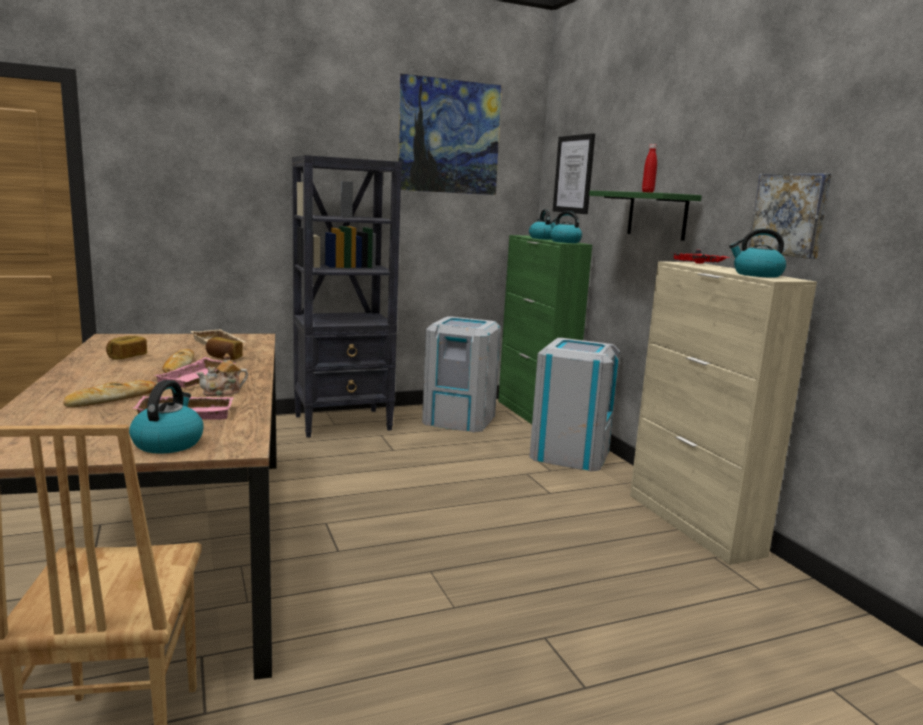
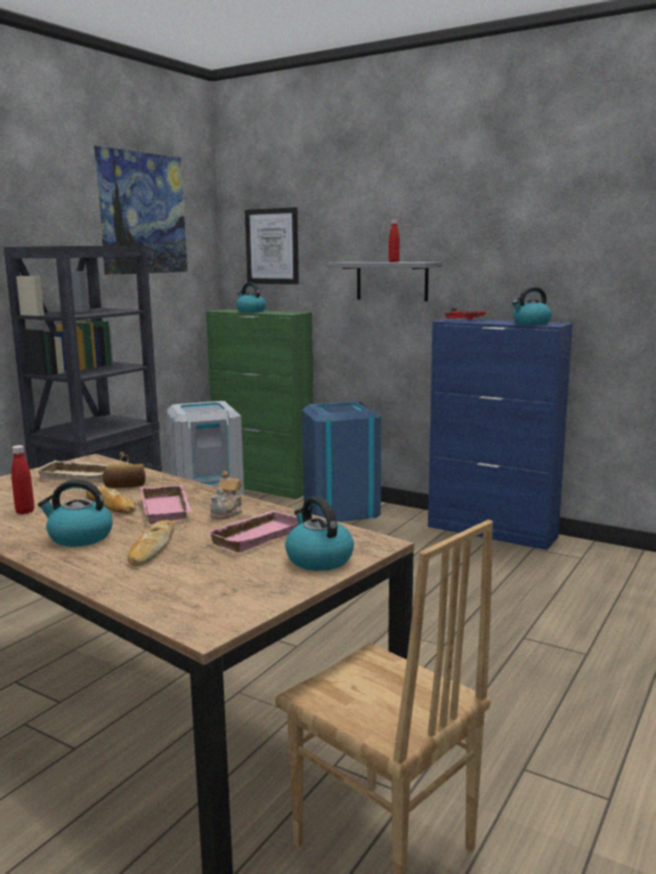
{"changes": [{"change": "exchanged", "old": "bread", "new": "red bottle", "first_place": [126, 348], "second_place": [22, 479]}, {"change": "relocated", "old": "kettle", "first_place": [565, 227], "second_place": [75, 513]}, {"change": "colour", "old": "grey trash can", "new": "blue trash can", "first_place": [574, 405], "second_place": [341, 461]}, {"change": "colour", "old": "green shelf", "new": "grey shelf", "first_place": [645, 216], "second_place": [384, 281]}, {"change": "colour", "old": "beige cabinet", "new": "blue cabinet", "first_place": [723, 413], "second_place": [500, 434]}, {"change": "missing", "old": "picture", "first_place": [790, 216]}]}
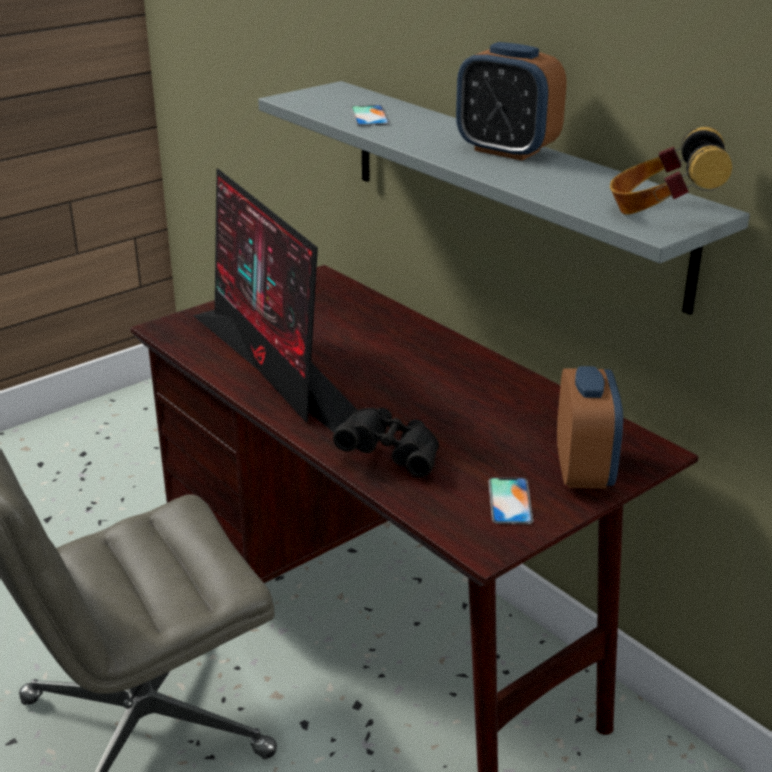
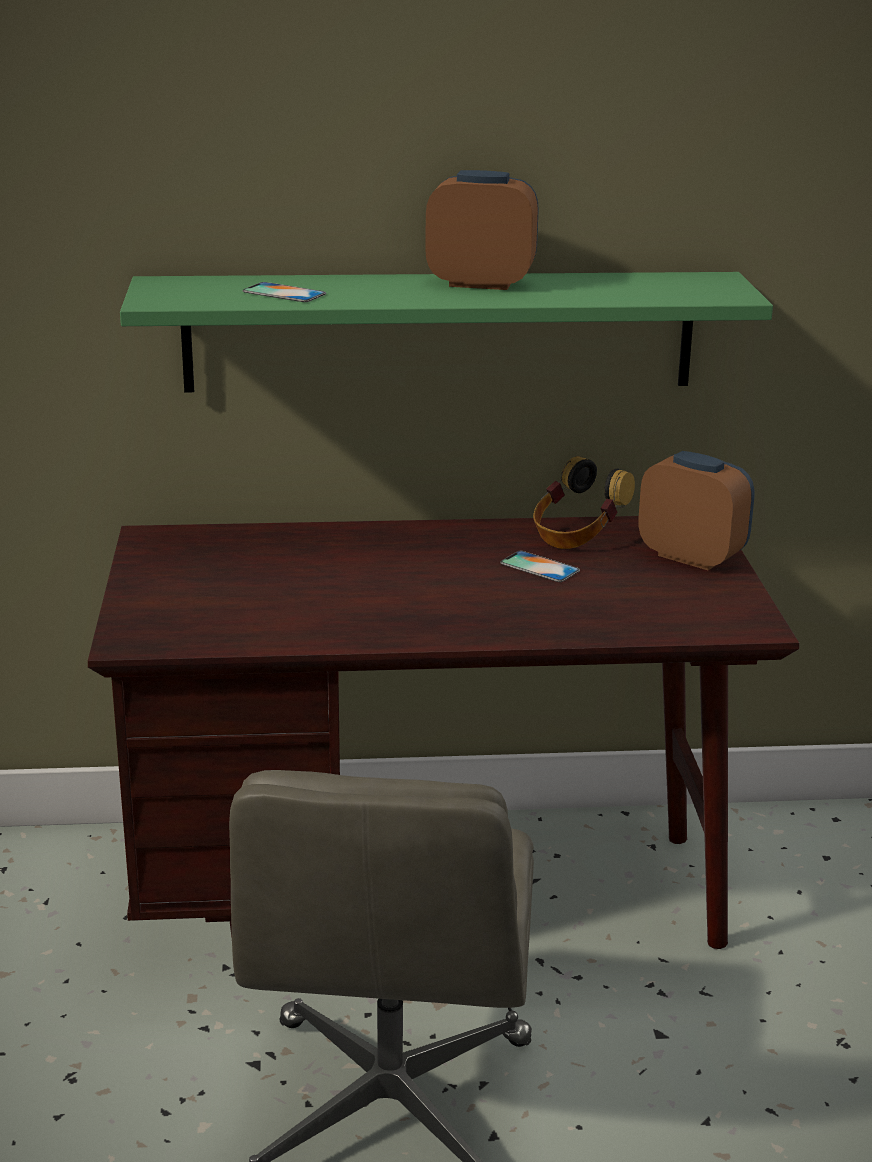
{"changes": [{"change": "colour", "old": "grey shelf", "new": "green shelf", "first_place": [504, 198], "second_place": [446, 332]}, {"change": "spun", "old": "alarm clock", "first_place": [511, 101], "second_place": [482, 230], "degrees": -150}, {"change": "relocated", "old": "phone", "first_place": [510, 500], "second_place": [540, 566]}, {"change": "relocated", "old": "headphones", "first_place": [671, 170], "second_place": [584, 502]}, {"change": "missing", "old": "monitor", "first_place": [275, 301]}, {"change": "missing", "old": "black binoculars", "first_place": [386, 442]}]}
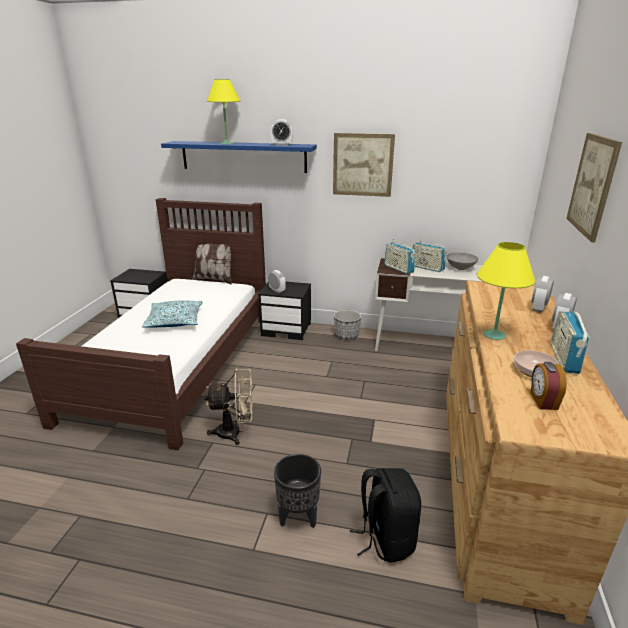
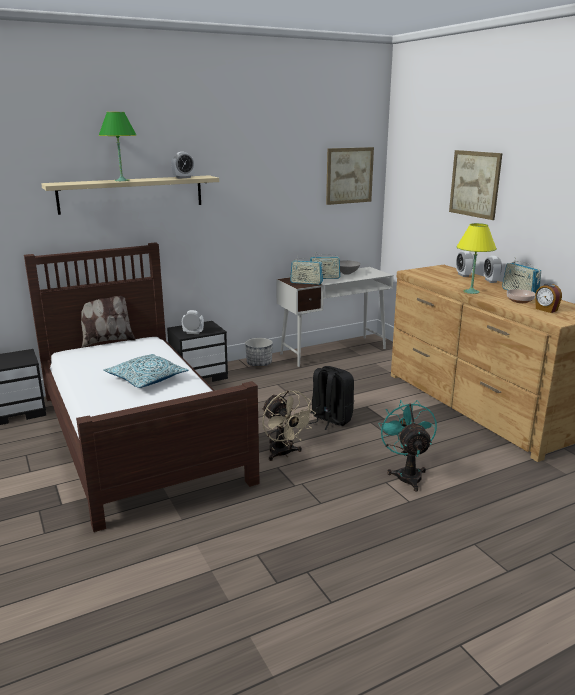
{"changes": [{"change": "colour", "old": "blue shelf", "new": "beige shelf", "first_place": [239, 157], "second_place": [130, 195]}, {"change": "colour", "old": "yellow table lamp", "new": "green table lamp", "first_place": [224, 111], "second_place": [117, 146]}, {"change": "spun", "old": "beige fan", "first_place": [228, 406], "second_place": [289, 426], "degrees": 105}, {"change": "relocated", "old": "black backpack", "first_place": [385, 515], "second_place": [331, 398]}, {"change": "relocated", "old": "picture", "first_place": [364, 165], "second_place": [350, 176]}, {"change": "exchanged", "old": "black planter", "new": "turquoise fan", "first_place": [297, 491], "second_place": [408, 446]}]}
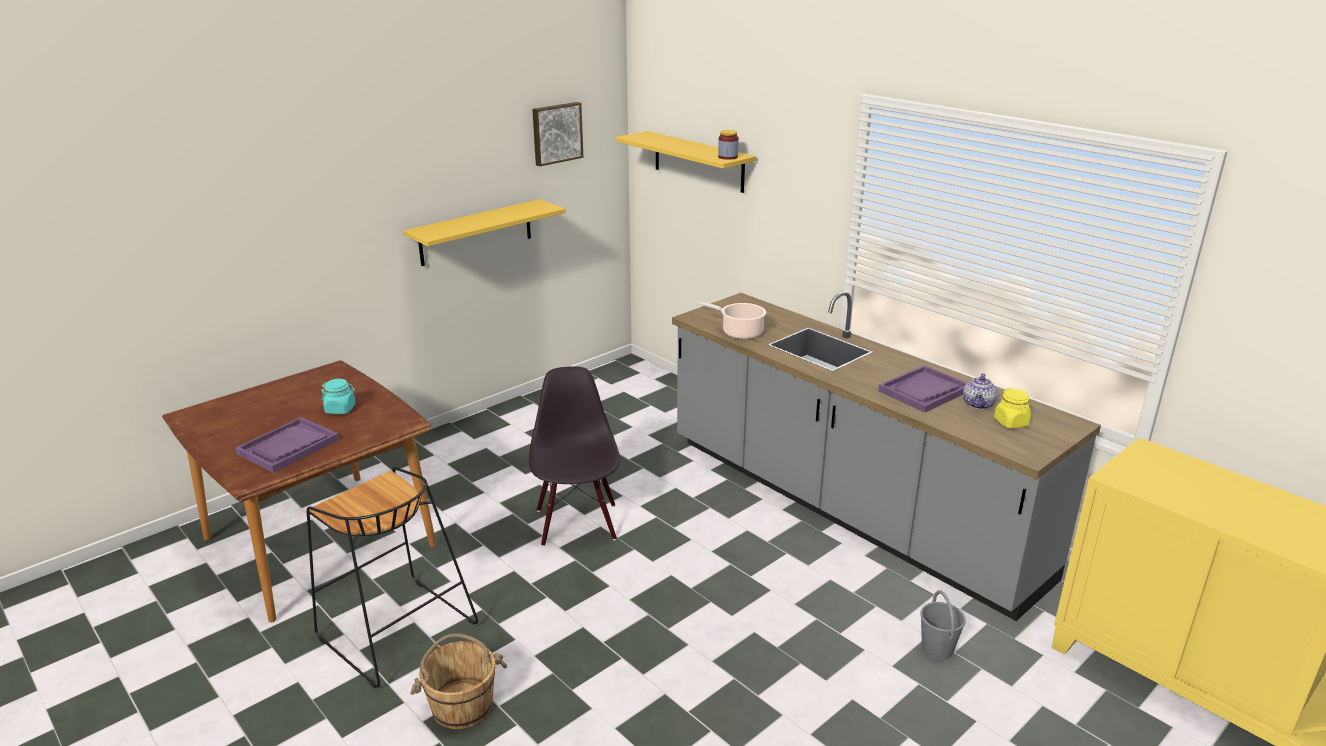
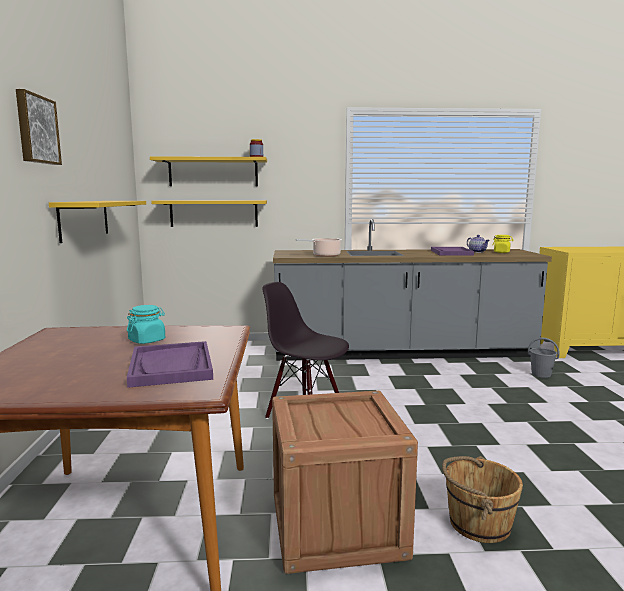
{"changes": [{"change": "relocated", "old": "picture", "first_place": [557, 134], "second_place": [39, 127]}, {"change": "appeared", "new": "yellow shelf", "second_place": [209, 213]}, {"change": "exchanged", "old": "black stool", "new": "crate", "first_place": [392, 577], "second_place": [345, 482]}]}
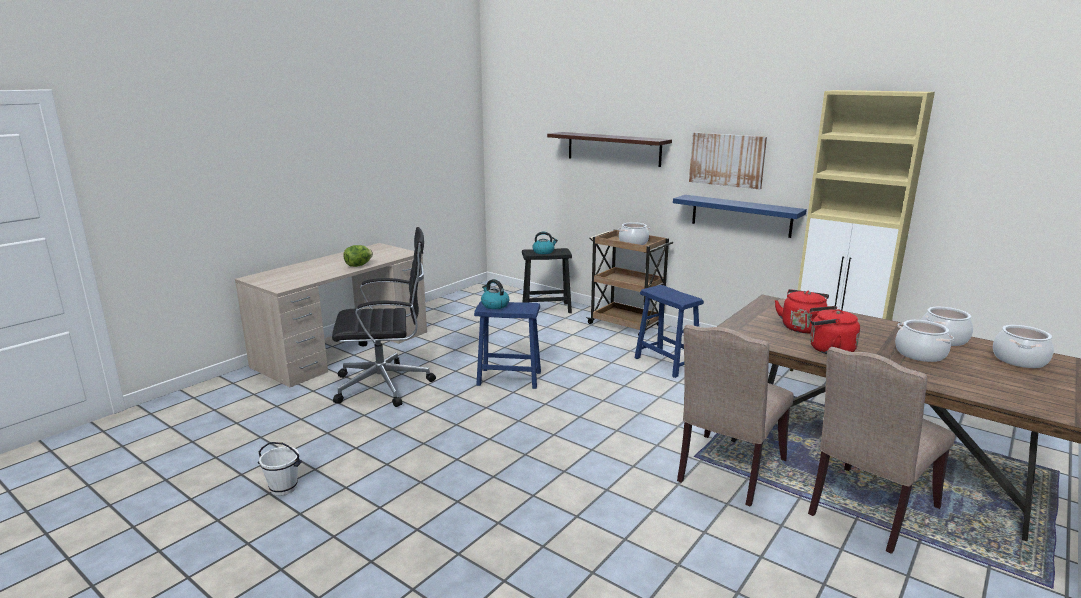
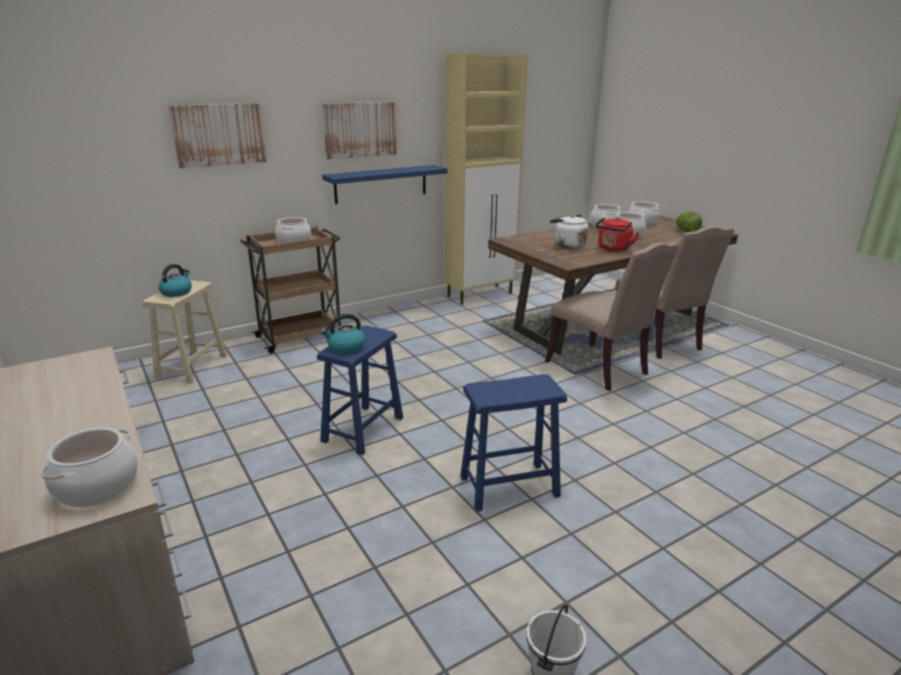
{"changes": [{"change": "appeared", "new": "cooking pot", "second_place": [89, 467]}, {"change": "colour", "old": "black stool", "new": "beige stool", "first_place": [547, 280], "second_place": [184, 332]}, {"change": "exchanged", "old": "shelf", "new": "picture", "first_place": [609, 149], "second_place": [218, 135]}, {"change": "relocated", "old": "blue stool", "first_place": [669, 331], "second_place": [513, 443]}, {"change": "colour", "old": "red kettle", "new": "white kettle", "first_place": [802, 311], "second_place": [569, 232]}, {"change": "relocated", "old": "lettuce", "first_place": [358, 256], "second_place": [688, 221]}, {"change": "missing", "old": "black office chair", "first_place": [384, 317]}]}
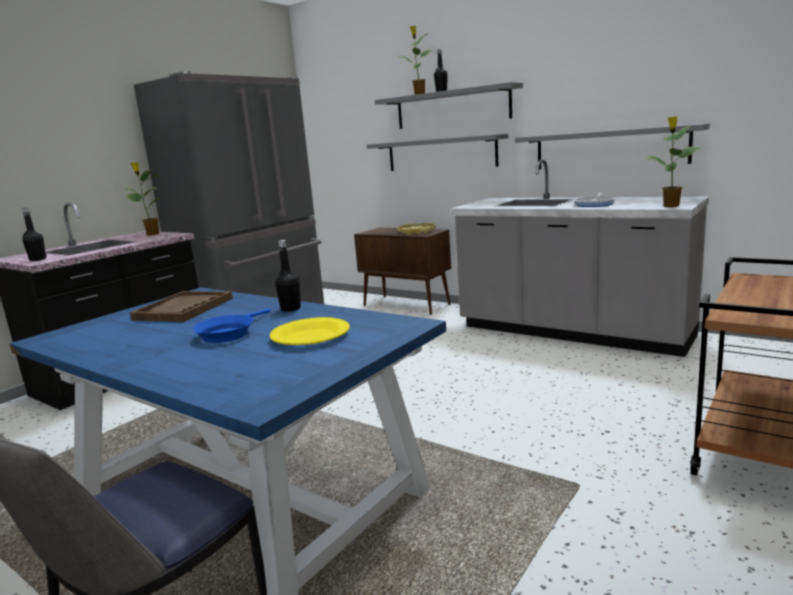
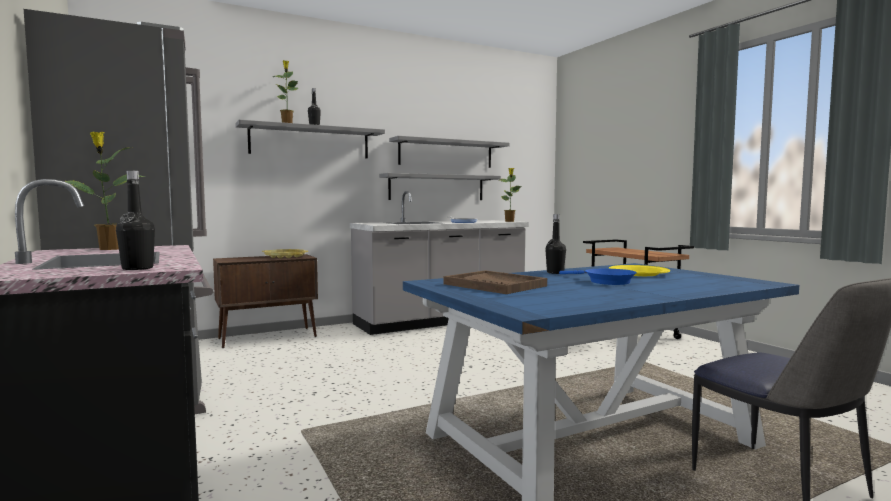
{"changes": [{"change": "relocated", "old": "grey shelf", "first_place": [437, 152], "second_place": [449, 152]}]}
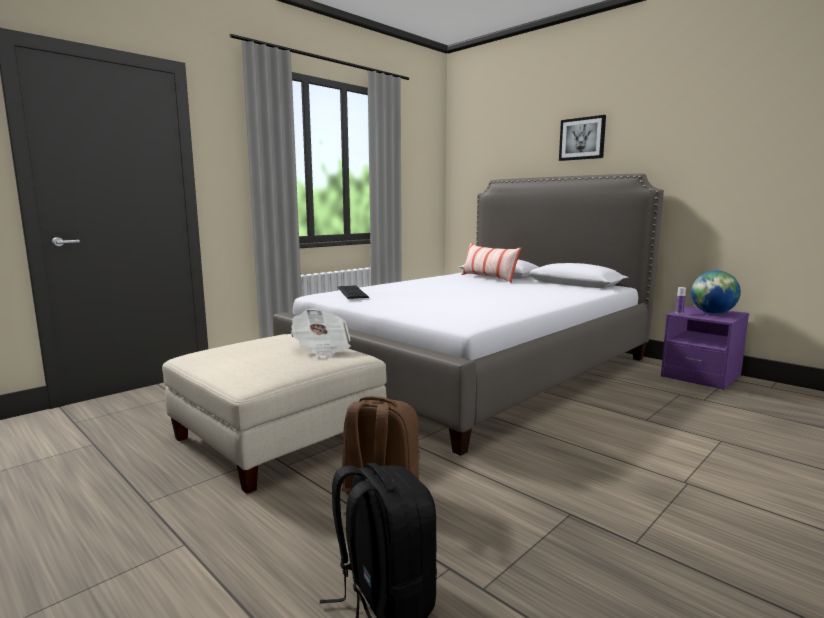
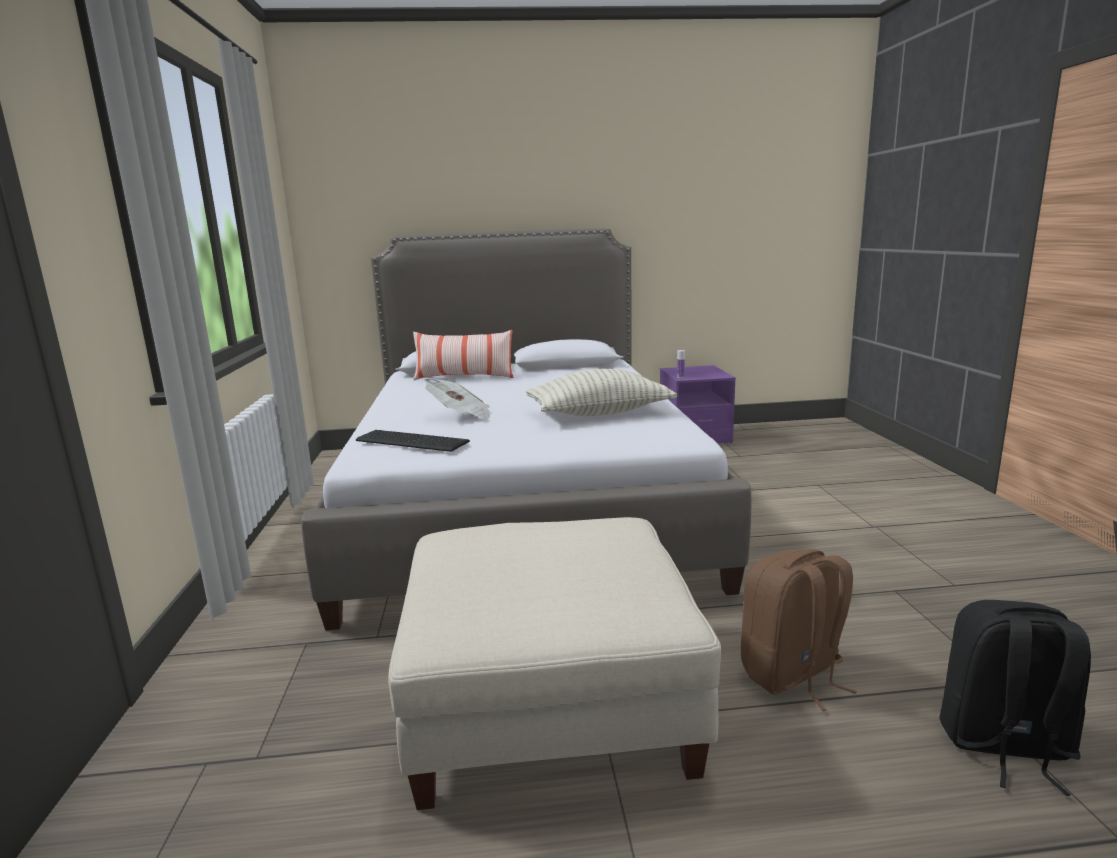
{"changes": [{"change": "relocated", "old": "newspaper", "first_place": [321, 333], "second_place": [457, 398]}, {"change": "appeared", "new": "pillow", "second_place": [601, 392]}, {"change": "missing", "old": "picture", "first_place": [582, 138]}, {"change": "missing", "old": "globe", "first_place": [716, 292]}]}
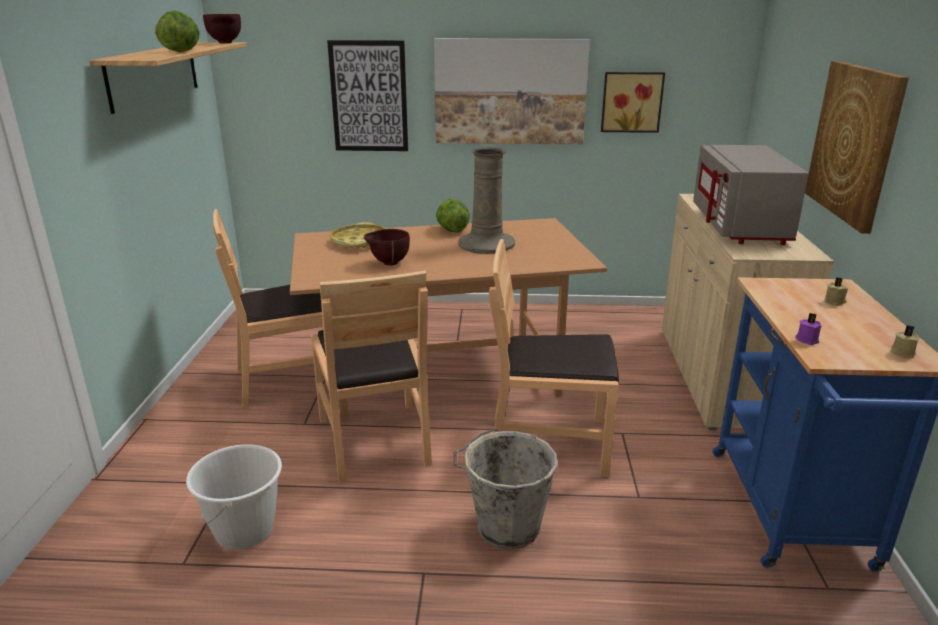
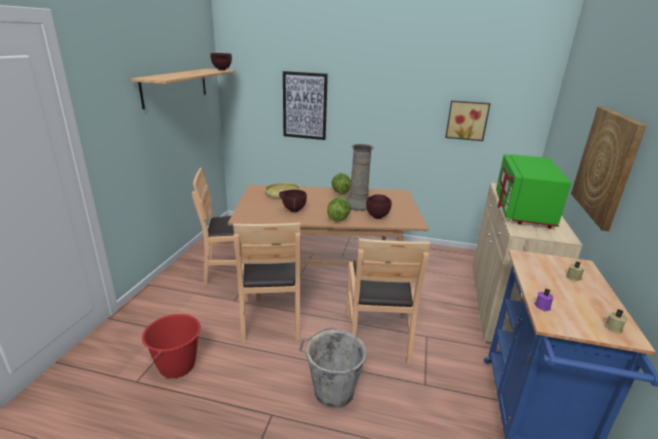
{"changes": [{"change": "colour", "old": "white bucket", "new": "red bucket", "first_place": [234, 497], "second_place": [171, 346]}, {"change": "relocated", "old": "lettuce", "first_place": [177, 31], "second_place": [339, 209]}, {"change": "spun", "old": "brown chair", "first_place": [554, 358], "second_place": [388, 301], "degrees": -105}, {"change": "appeared", "new": "brown bowl", "second_place": [379, 206]}, {"change": "colour", "old": "grey microwave", "new": "green microwave", "first_place": [751, 195], "second_place": [533, 191]}, {"change": "missing", "old": "picture", "first_place": [512, 91]}]}
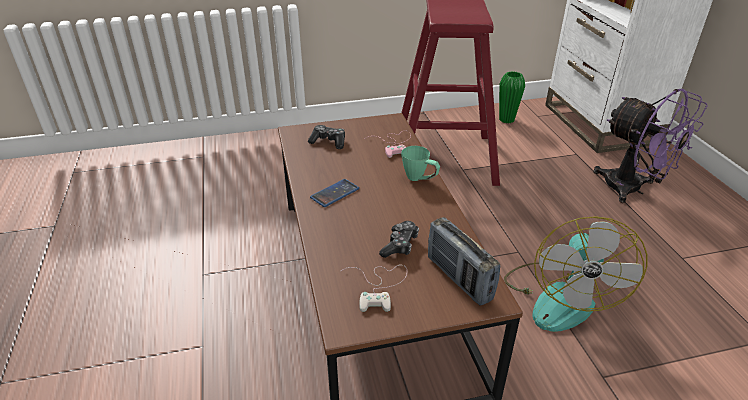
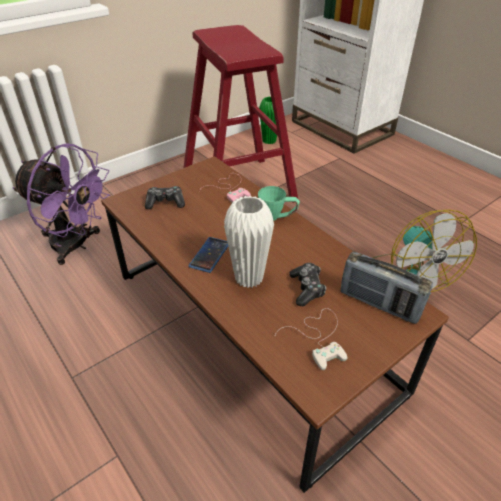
{"changes": [{"change": "relocated", "old": "purple fan", "first_place": [650, 146], "second_place": [61, 204]}, {"change": "appeared", "new": "white vase", "second_place": [249, 242]}]}
